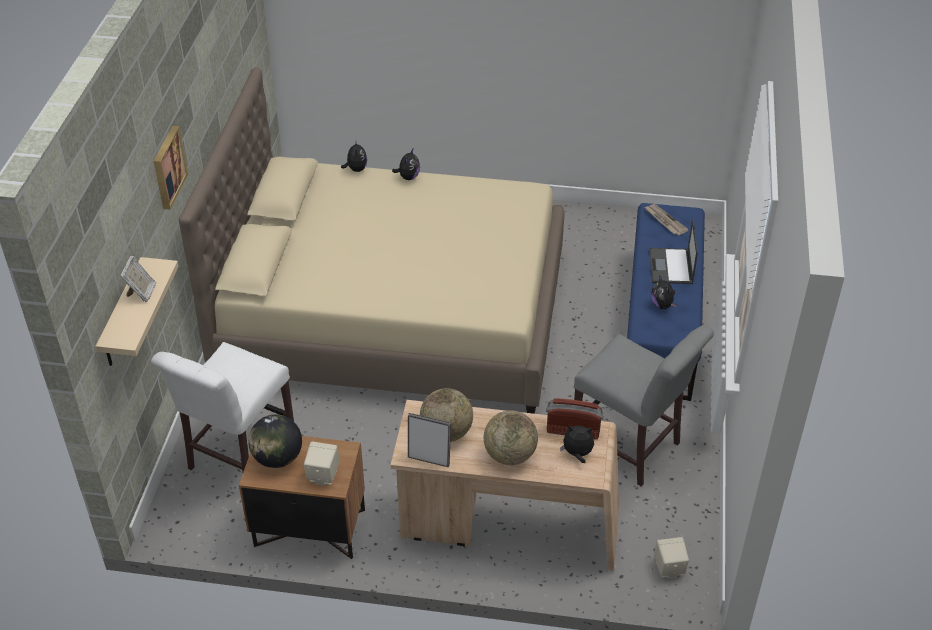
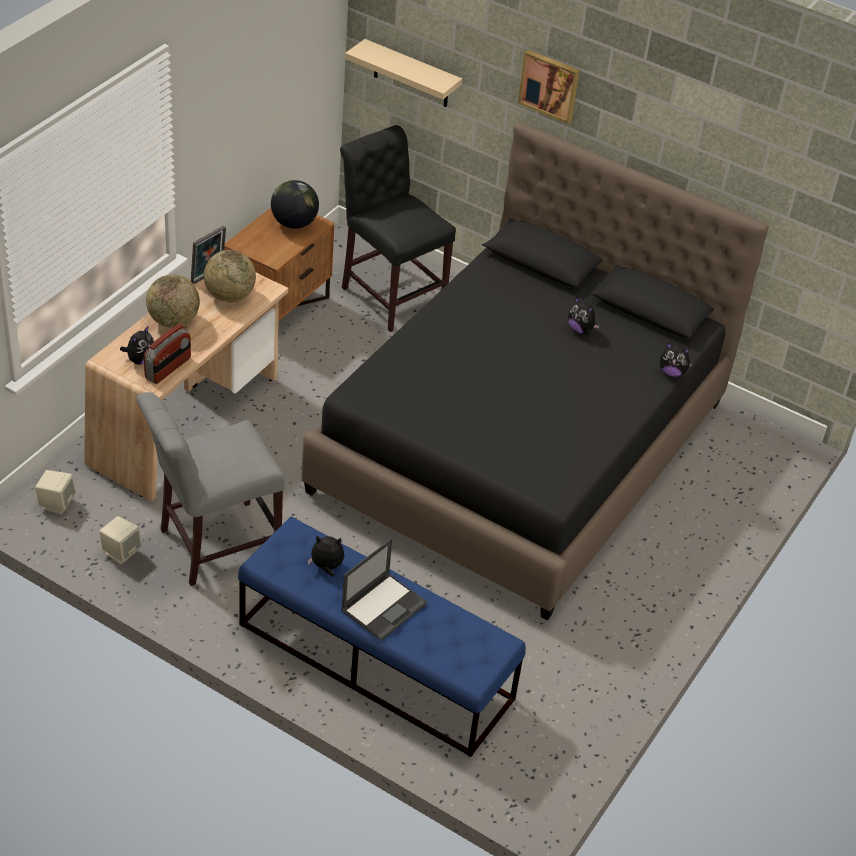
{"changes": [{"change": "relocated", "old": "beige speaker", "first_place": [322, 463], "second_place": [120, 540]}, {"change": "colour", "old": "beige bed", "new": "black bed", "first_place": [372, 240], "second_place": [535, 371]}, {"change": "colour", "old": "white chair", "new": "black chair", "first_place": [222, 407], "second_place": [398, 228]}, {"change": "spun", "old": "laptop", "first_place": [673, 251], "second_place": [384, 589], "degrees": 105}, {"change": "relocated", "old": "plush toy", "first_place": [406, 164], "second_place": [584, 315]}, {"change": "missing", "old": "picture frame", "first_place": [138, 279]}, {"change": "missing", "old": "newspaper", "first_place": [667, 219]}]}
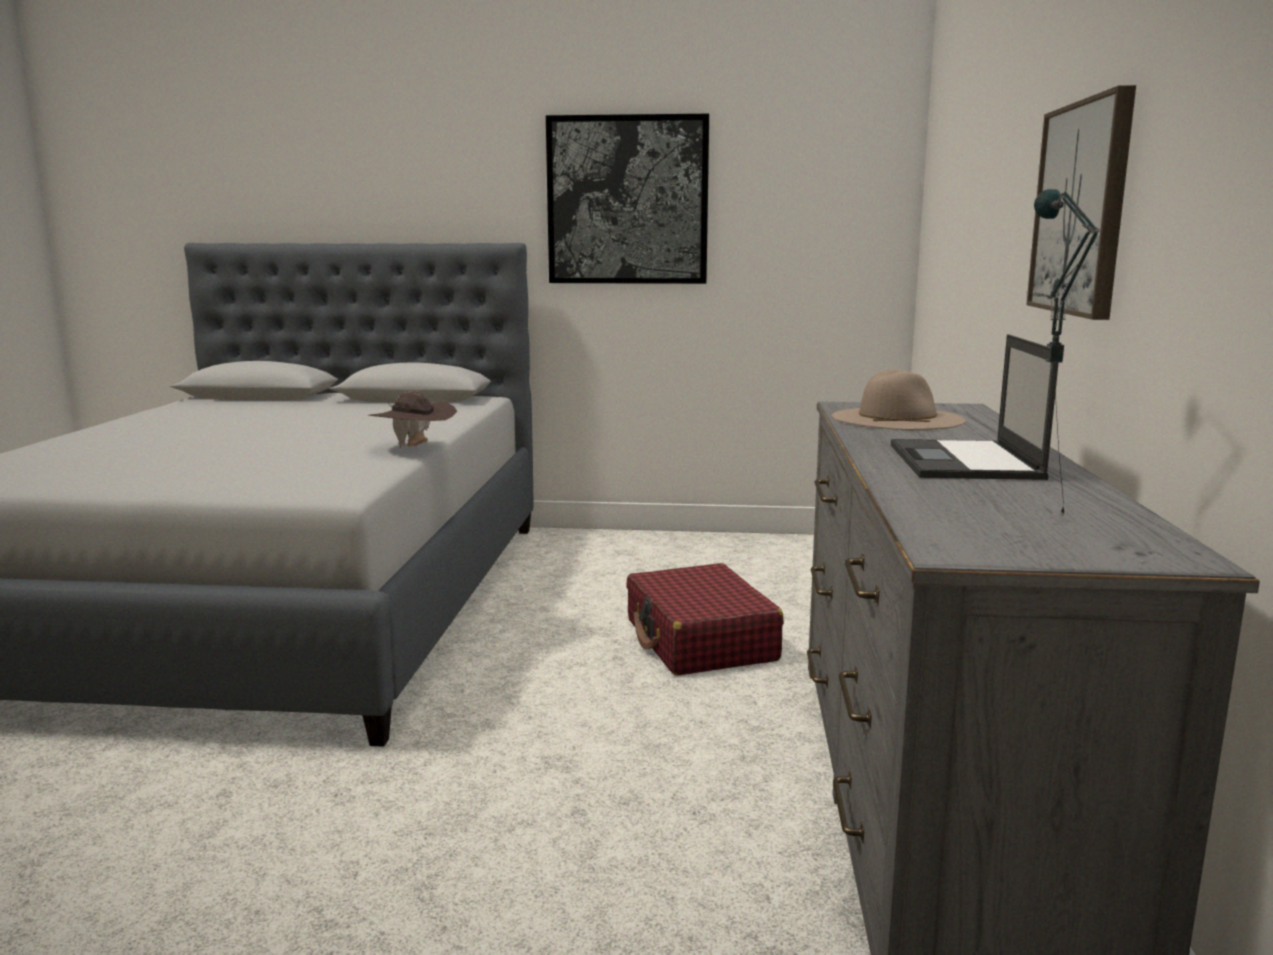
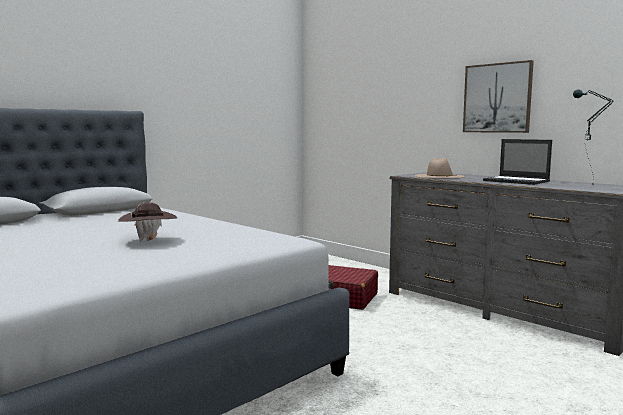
{"changes": [{"change": "relocated", "old": "brown hat", "first_place": [412, 420], "second_place": [147, 222]}, {"change": "missing", "old": "picture", "first_place": [627, 199]}]}
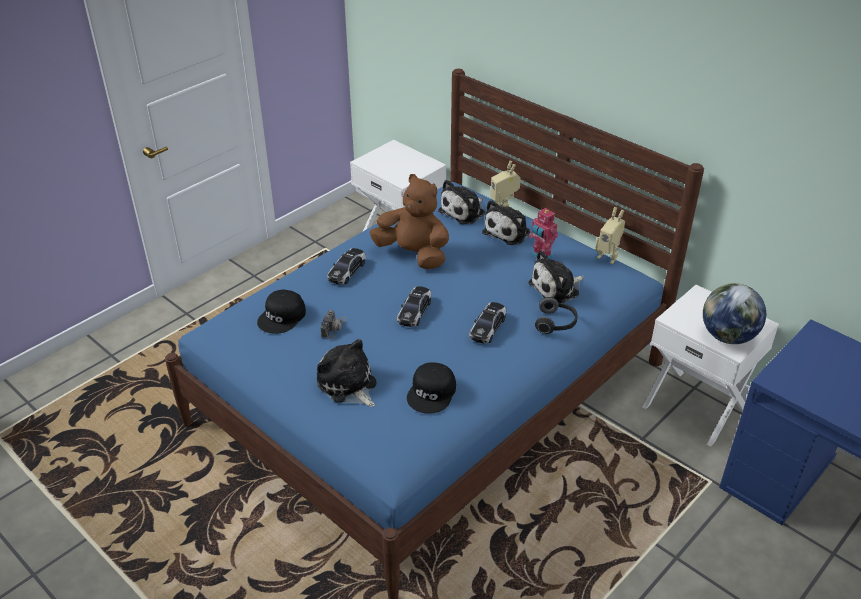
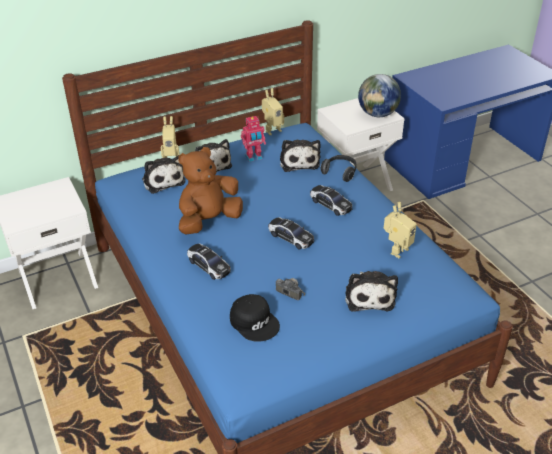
{"changes": [{"change": "spun", "old": "plush toy", "first_place": [346, 373], "second_place": [371, 291], "degrees": -75}, {"change": "exchanged", "old": "black cap", "new": "toy robot", "first_place": [431, 388], "second_place": [400, 230]}]}
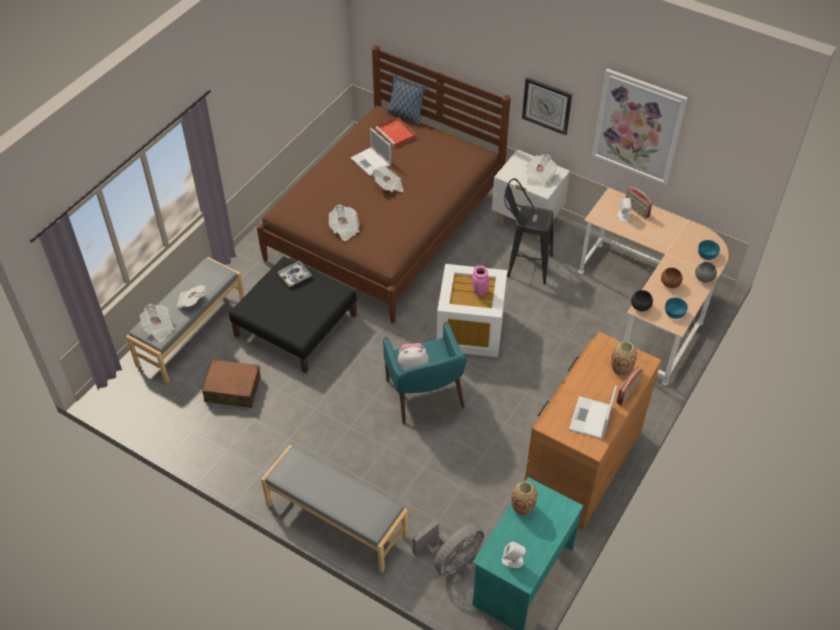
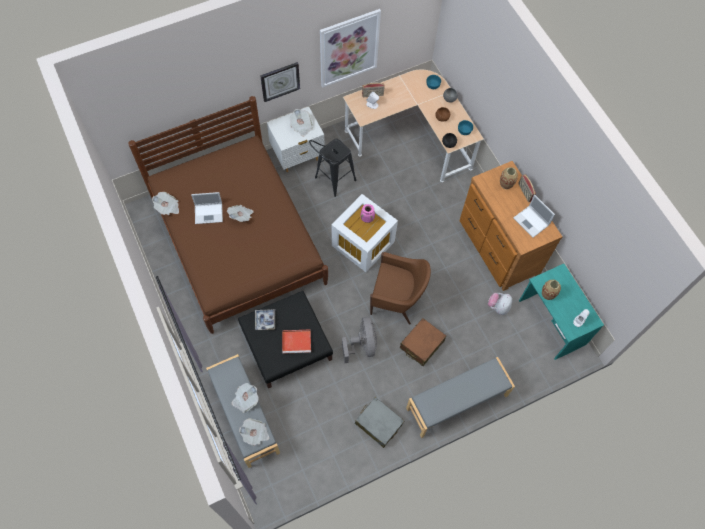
{"changes": [{"change": "relocated", "old": "newspaper", "first_place": [344, 223], "second_place": [165, 203]}, {"change": "relocated", "old": "red tray", "first_place": [396, 132], "second_place": [296, 341]}, {"change": "relocated", "old": "grey fan", "first_place": [448, 548], "second_place": [359, 340]}, {"change": "appeared", "new": "grey suitcase", "second_place": [379, 422]}, {"change": "colour", "old": "turquoise armchair", "new": "brown armchair", "first_place": [425, 373], "second_place": [400, 288]}, {"change": "relocated", "old": "brown suitcase", "first_place": [231, 383], "second_place": [423, 342]}, {"change": "relocated", "old": "plush toy", "first_place": [413, 357], "second_place": [500, 304]}, {"change": "missing", "old": "pillow", "first_place": [407, 100]}]}
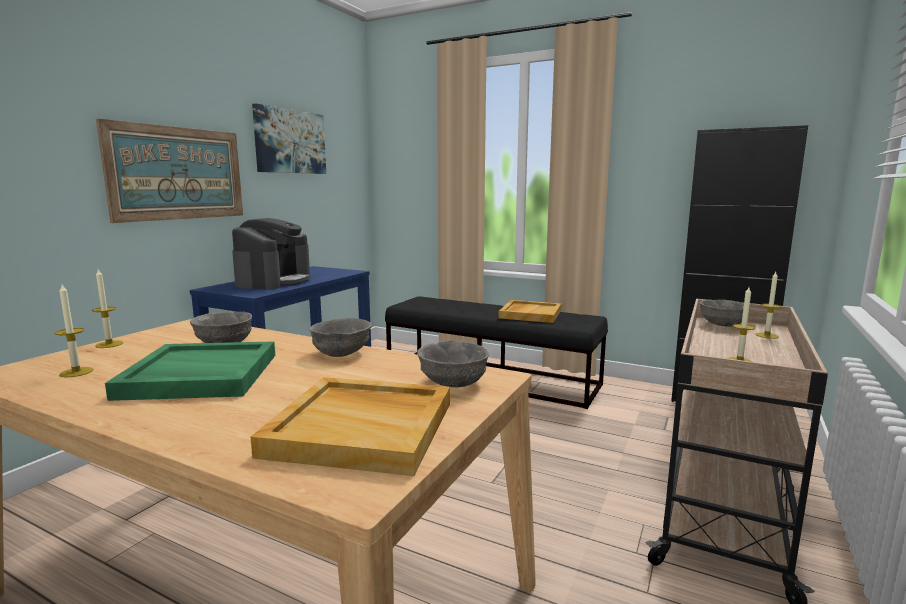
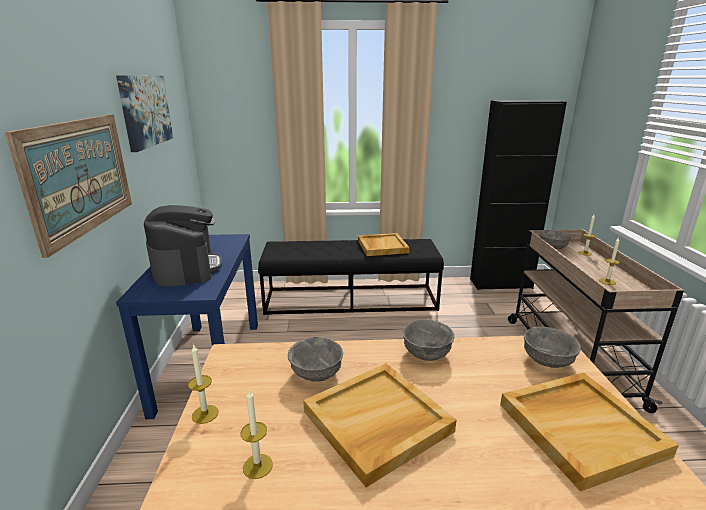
{"changes": [{"change": "colour", "old": "green tray", "new": "beige tray", "first_place": [190, 371], "second_place": [379, 425]}]}
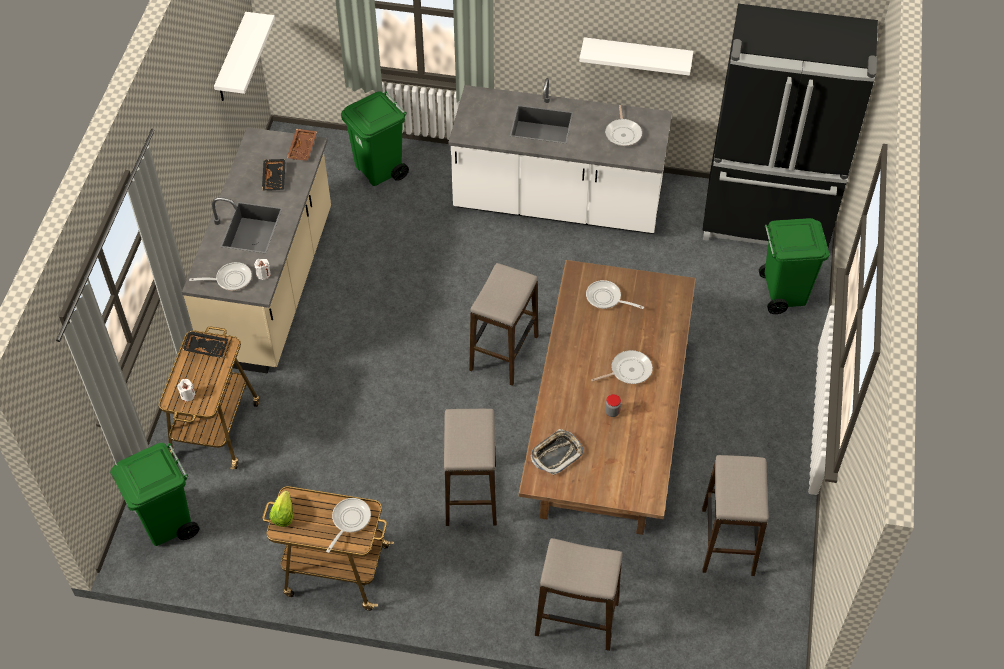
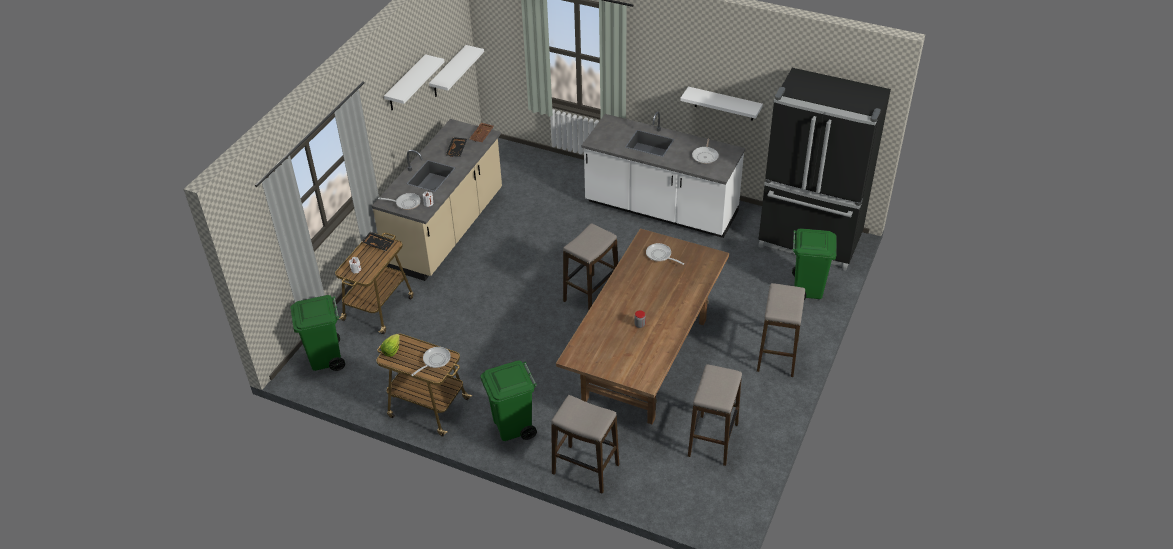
{"changes": [{"change": "appeared", "new": "white shelf", "second_place": [414, 82]}, {"change": "relocated", "old": "green trash can", "first_place": [375, 138], "second_place": [508, 401]}, {"change": "relocated", "old": "stool", "first_place": [470, 467], "second_place": [781, 330]}, {"change": "missing", "old": "tray", "first_place": [557, 452]}, {"change": "missing", "old": "frying pan", "first_place": [622, 367]}]}
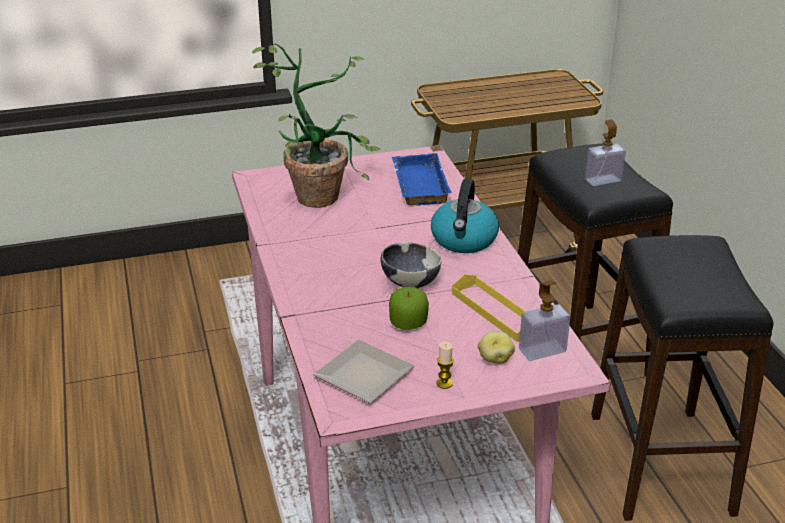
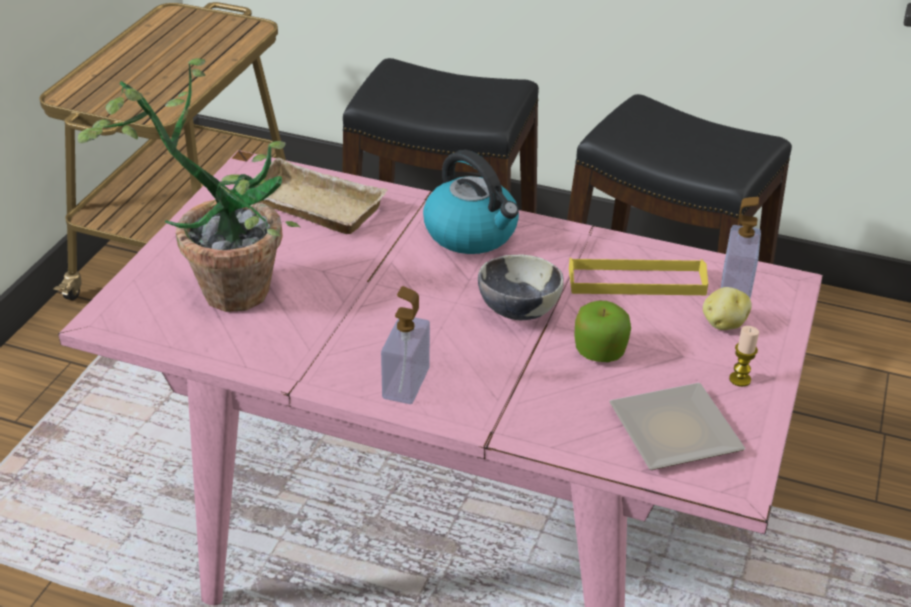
{"changes": [{"change": "colour", "old": "blue tray", "new": "beige tray", "first_place": [422, 179], "second_place": [318, 195]}, {"change": "relocated", "old": "soap dispenser", "first_place": [605, 153], "second_place": [405, 345]}]}
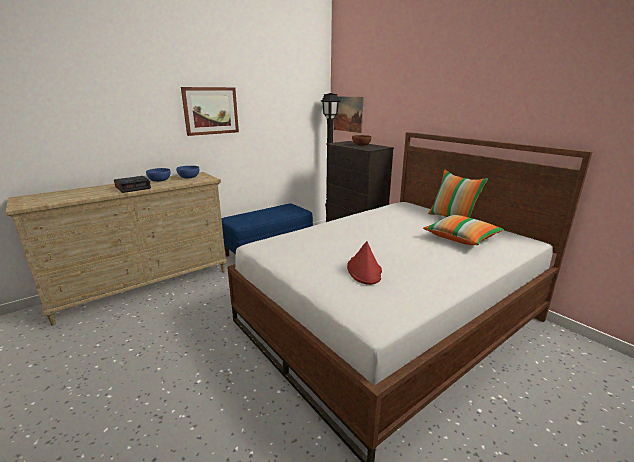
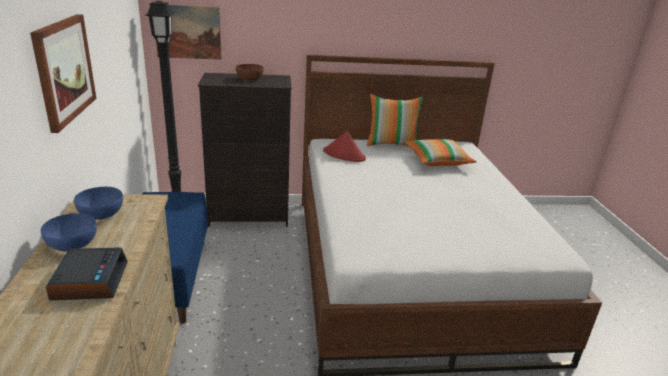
{"changes": [{"change": "relocated", "old": "red hat", "first_place": [364, 263], "second_place": [344, 146]}]}
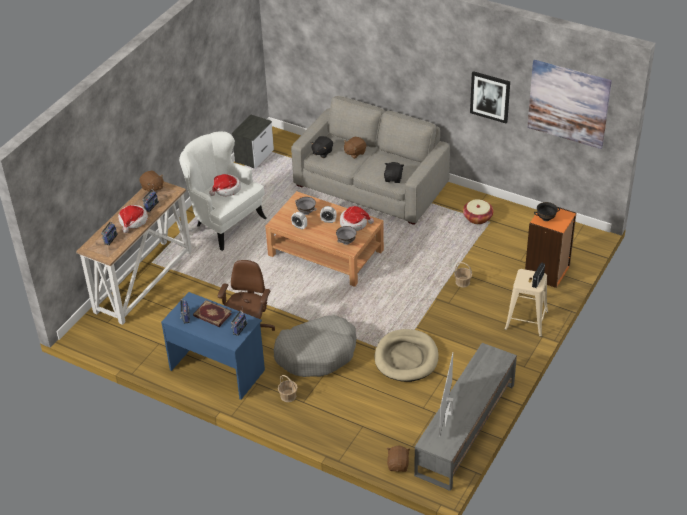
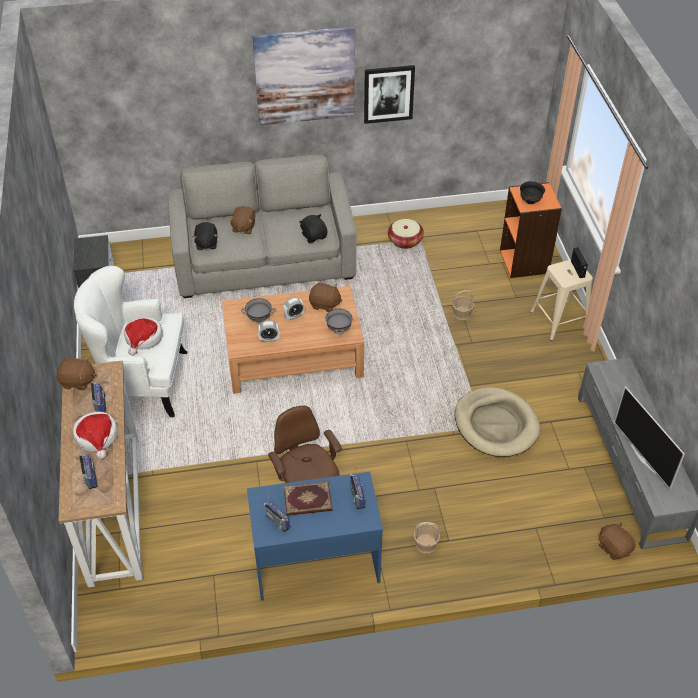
{"changes": [{"change": "relocated", "old": "picture", "first_place": [569, 104], "second_place": [303, 76]}, {"change": "exchanged", "old": "hat", "new": "brown plush toy", "first_place": [357, 218], "second_place": [325, 297]}, {"change": "missing", "old": "grey dog bed", "first_place": [314, 346]}]}
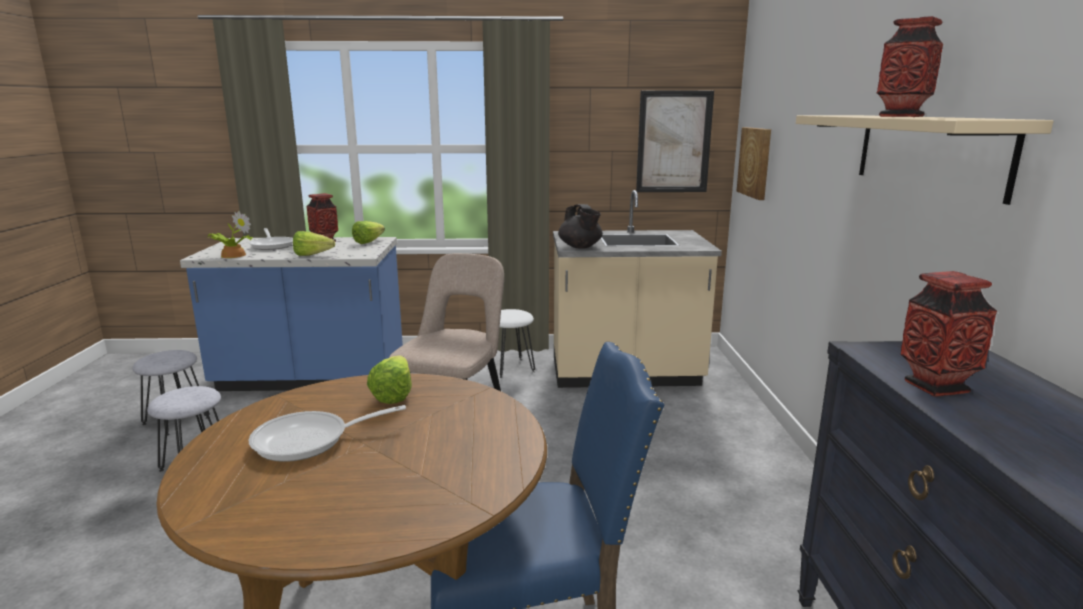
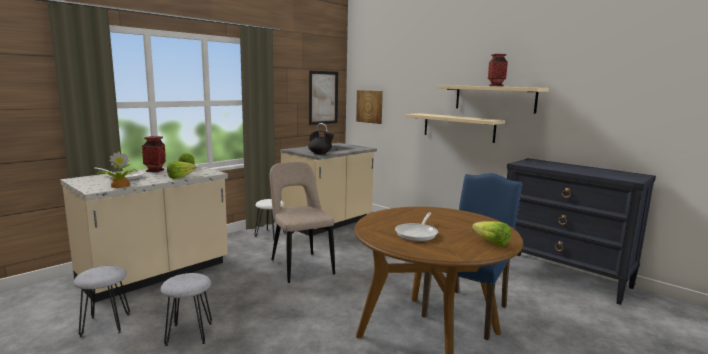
{"changes": [{"change": "colour", "old": "blue counter", "new": "beige counter", "first_place": [291, 314], "second_place": [144, 233]}, {"change": "appeared", "new": "beige shelf", "second_place": [455, 128]}, {"change": "relocated", "old": "lettuce", "first_place": [389, 379], "second_place": [491, 234]}, {"change": "missing", "old": "vase", "first_place": [949, 333]}]}
